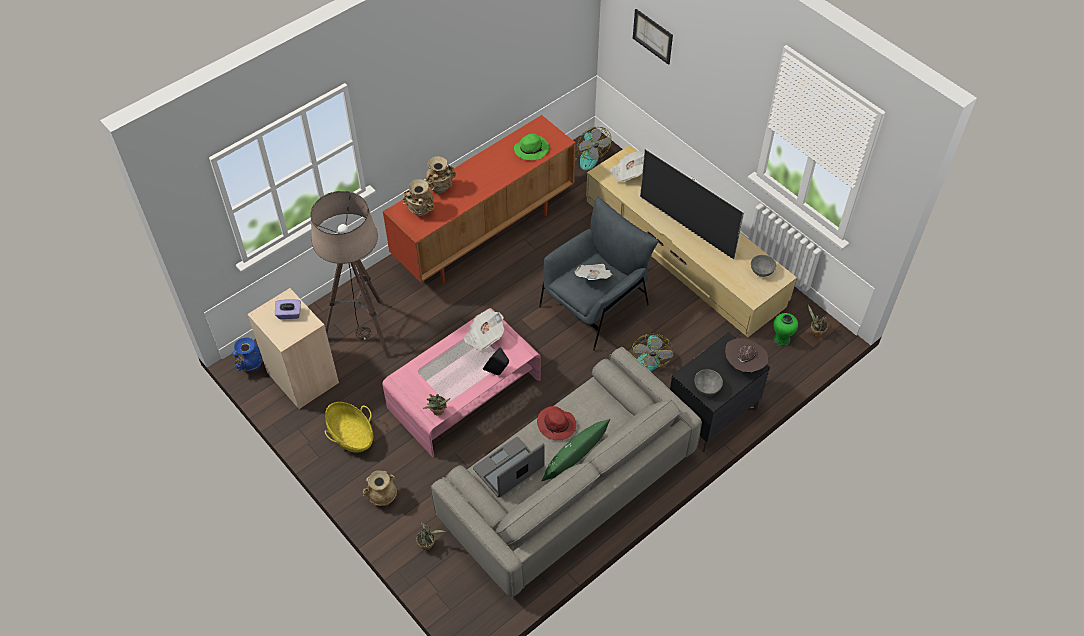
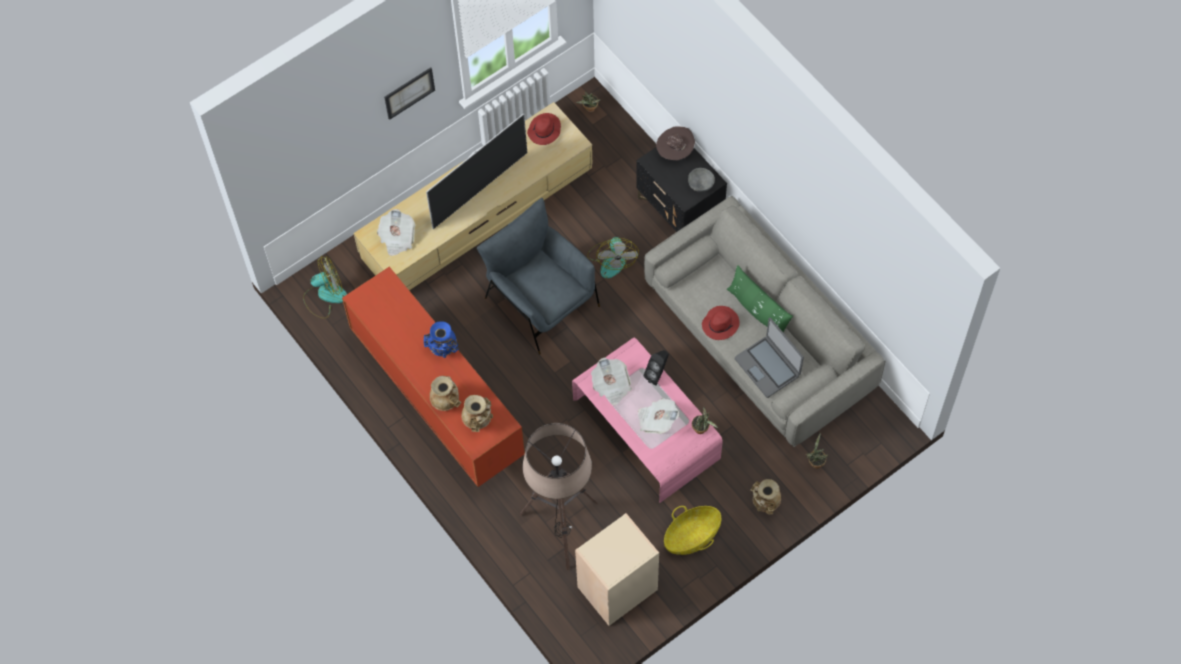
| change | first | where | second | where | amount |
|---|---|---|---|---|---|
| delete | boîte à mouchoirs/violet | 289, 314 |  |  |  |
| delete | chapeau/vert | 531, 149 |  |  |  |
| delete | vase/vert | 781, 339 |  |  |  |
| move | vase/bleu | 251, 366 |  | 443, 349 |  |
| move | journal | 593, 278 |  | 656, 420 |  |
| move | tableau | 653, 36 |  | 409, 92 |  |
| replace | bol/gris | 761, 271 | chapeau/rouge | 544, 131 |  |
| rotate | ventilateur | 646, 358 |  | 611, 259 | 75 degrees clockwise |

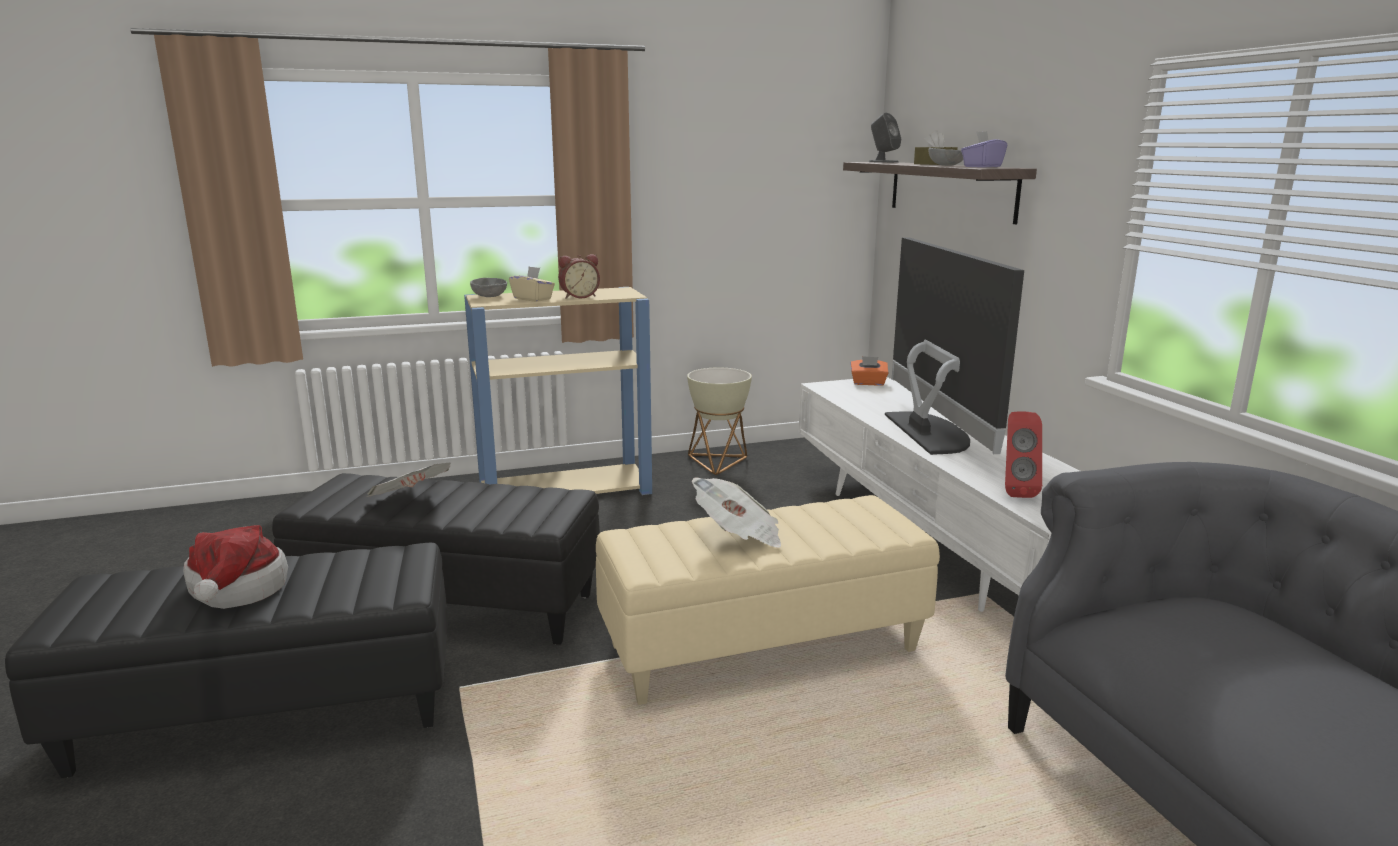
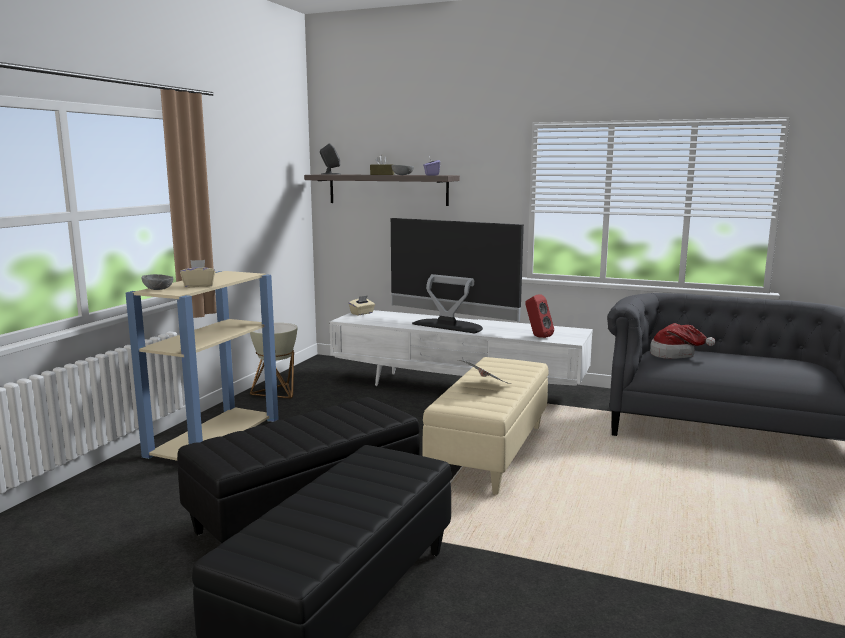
| change | first | where | second | where | amount |
|---|---|---|---|---|---|
| delete | journal | 411, 501 |  |  |  |
| delete | réveil | 579, 296 |  |  |  |
| move | chapeau | 235, 591 |  | 675, 354 |  |
| recolor | boîte à mouchoirs/orange | 868, 383 | boîte à mouchoirs/beige | 362, 313 |  |

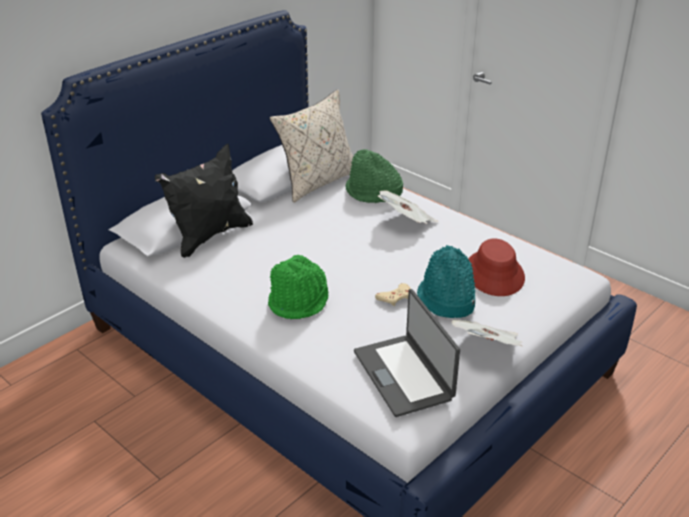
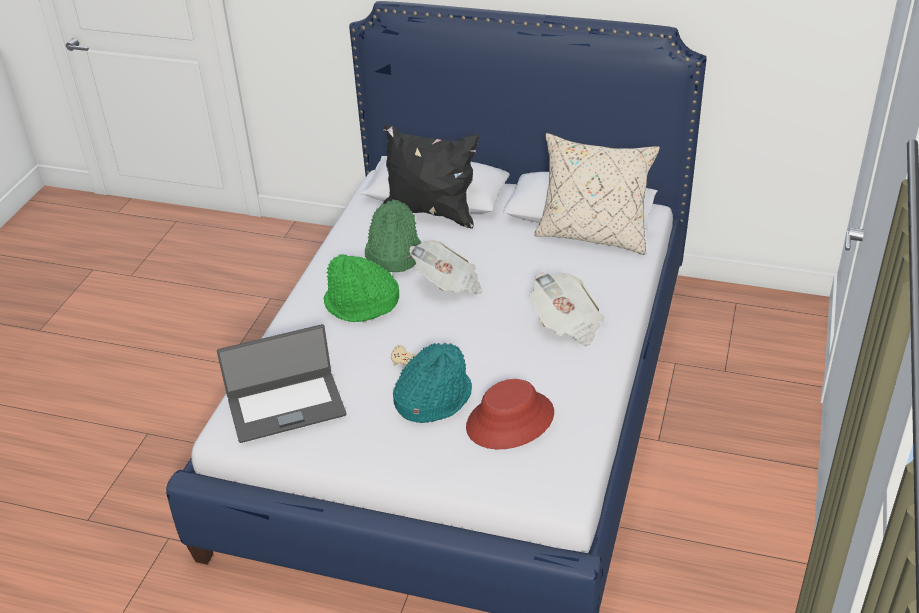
| change | first | where | second | where | amount |
|---|---|---|---|---|---|
| move | chapeau/vert | 373, 193 |  | 393, 254 |  |
| move | journal | 488, 347 |  | 448, 284 |  |
| rotate | ordinateur portable | 404, 375 |  | 286, 406 | 150 degrees counterclockwise |

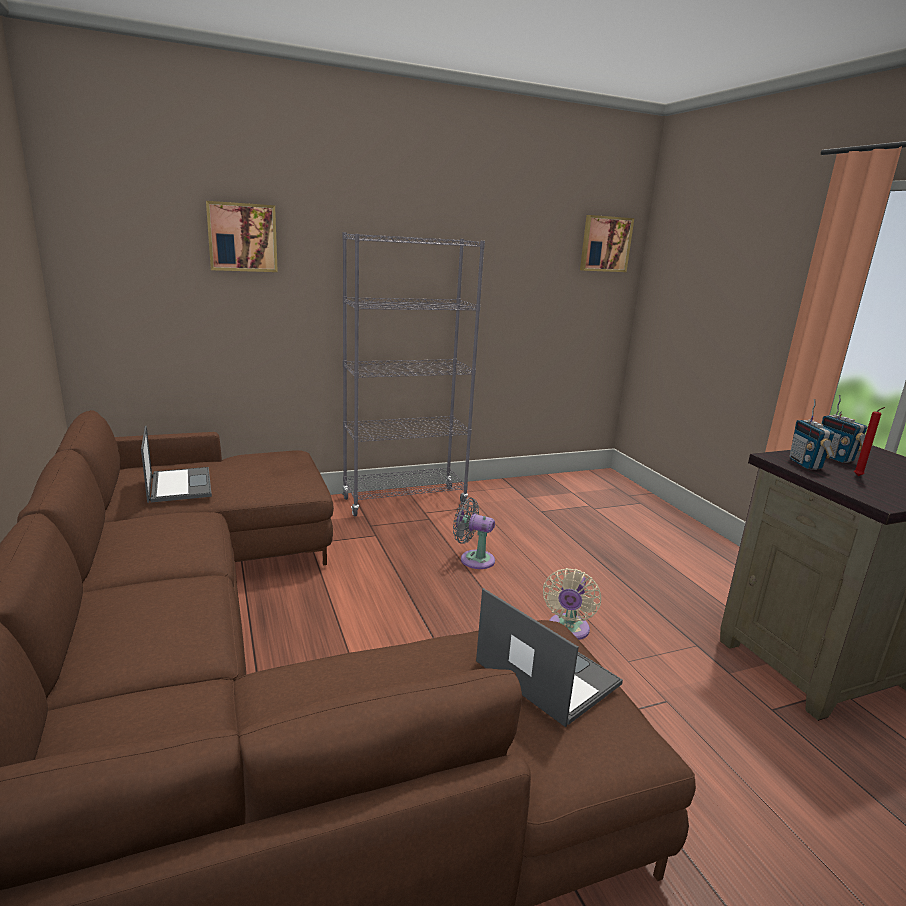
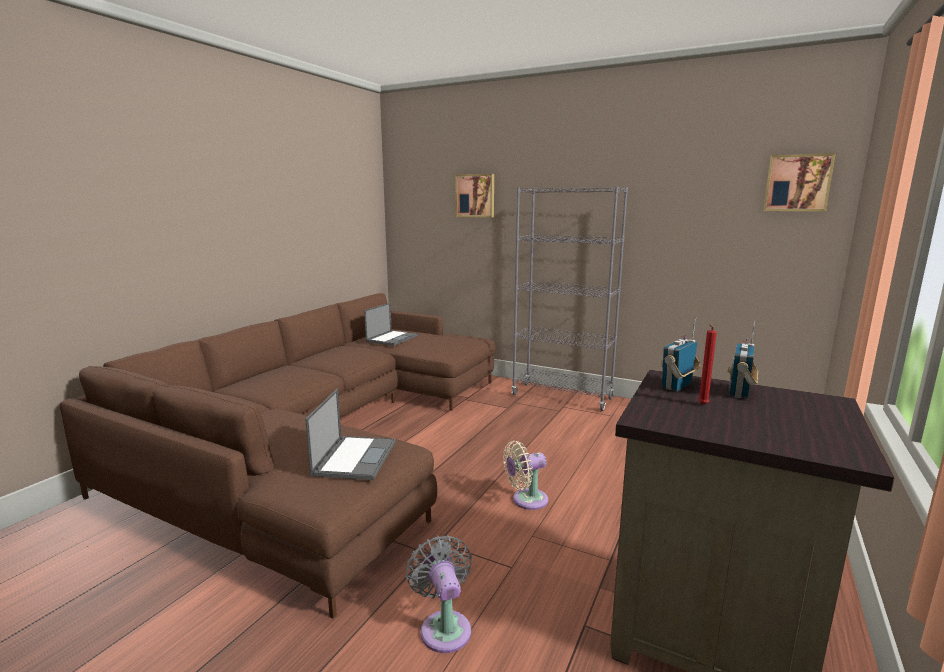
| change | first | where | second | where | amount |
|---|---|---|---|---|---|
| move | ventilateur/gris | 473, 559 |  | 444, 627 |  |

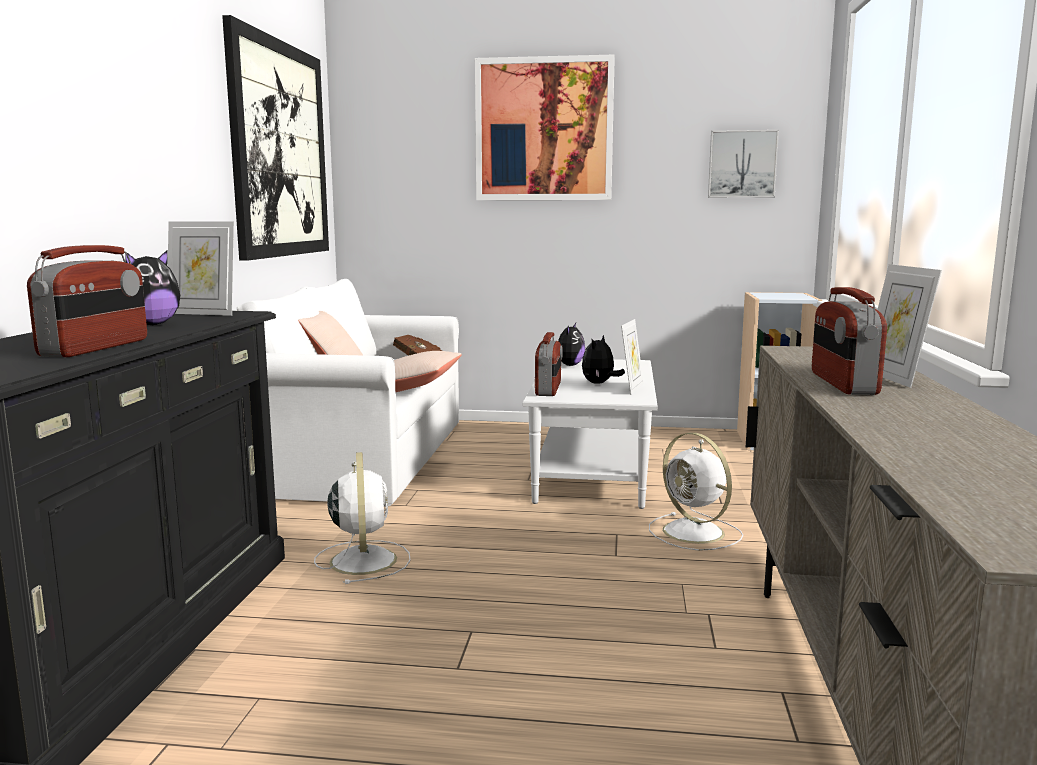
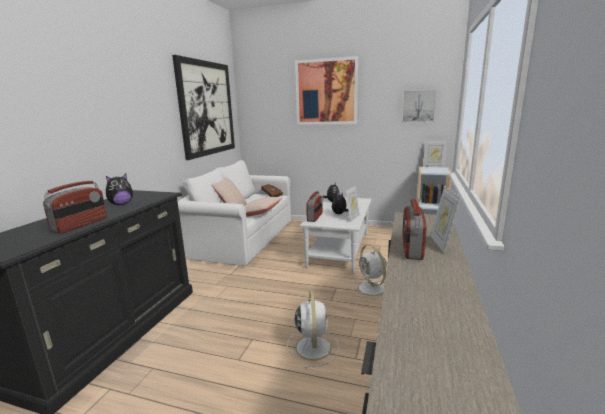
| change | first | where | second | where | amount |
|---|---|---|---|---|---|
| move | cadre photo | 203, 313 |  | 434, 166 |  |
| move | ventilateur/blanc | 363, 559 |  | 313, 346 |  |

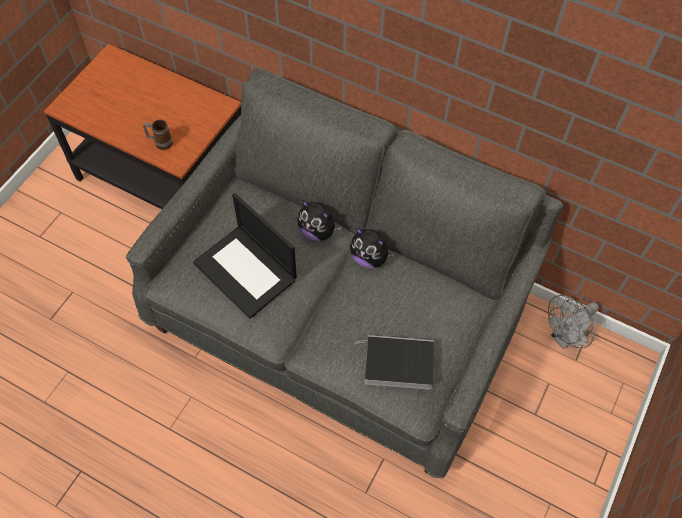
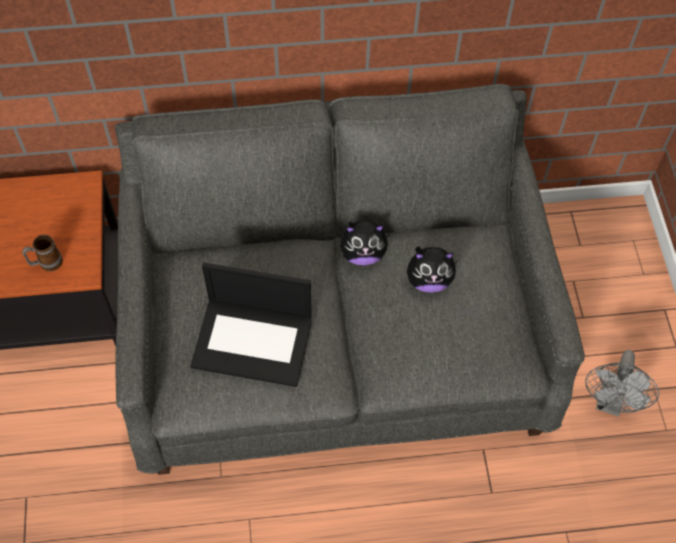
| change | first | where | second | where | amount |
|---|---|---|---|---|---|
| delete | livre | 396, 364 |  |  |  |
| move | peluche | 318, 231 |  | 428, 280 |  |
| move | ventilateur/gris | 564, 338 |  | 610, 402 |  |

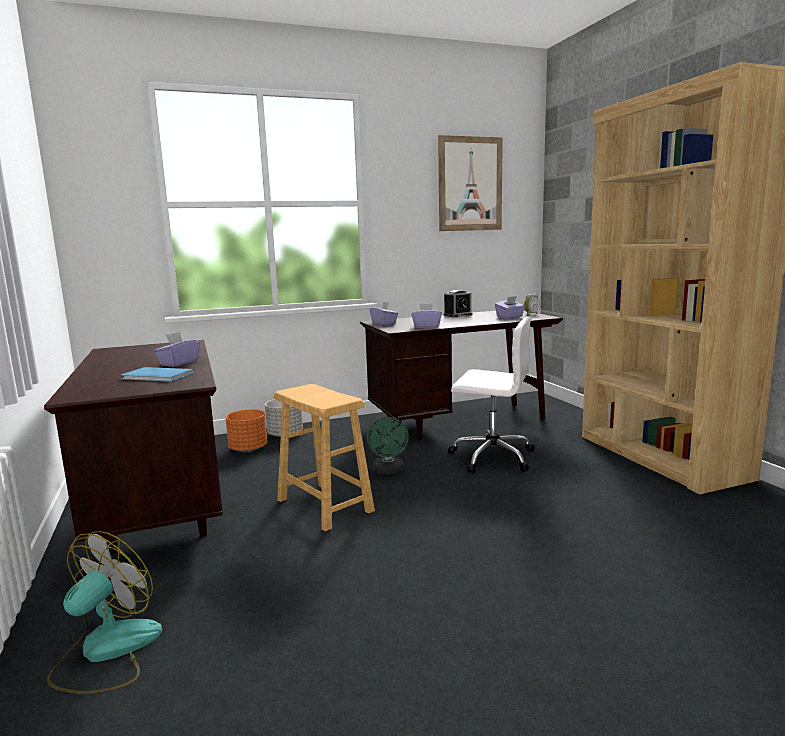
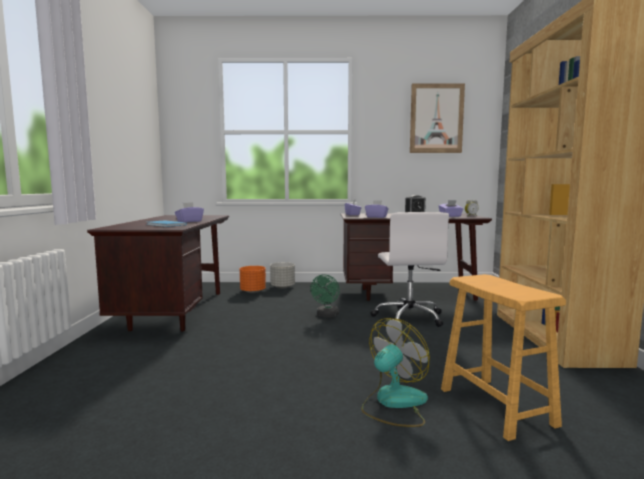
| change | first | where | second | where | amount |
|---|---|---|---|---|---|
| move | ventilateur | 106, 652 |  | 393, 403 |  |
| move | tabouret/marron | 325, 505 |  | 496, 406 |  |
| rotate | chaise de bureau/blanc | 491, 457 |  | 409, 317 | 45 degrees clockwise |

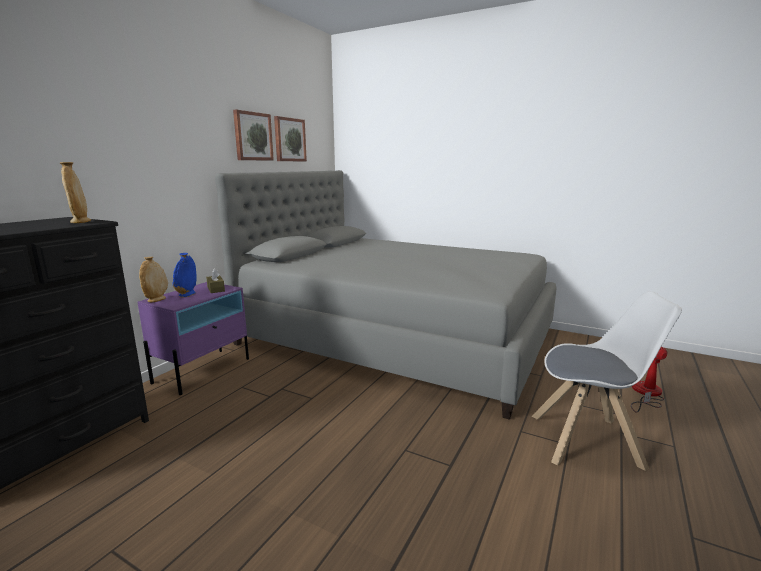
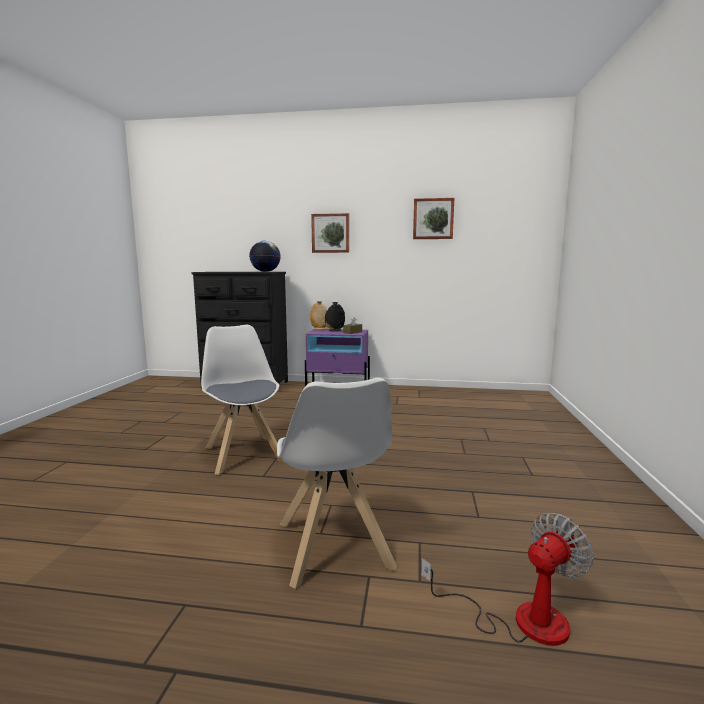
| change | first | where | second | where | amount |
|---|---|---|---|---|---|
| delete | lit/gris | 396, 337 |  |  |  |
| insert |  |  | chaise | 244, 453 |  |
| move | tableau | 289, 140 |  | 330, 233 |  |
| replace | vase/beige | 81, 222 | globe | 265, 271 |  |
| recolor | vase/bleu | 187, 295 | vase/noir | 334, 331 |  |

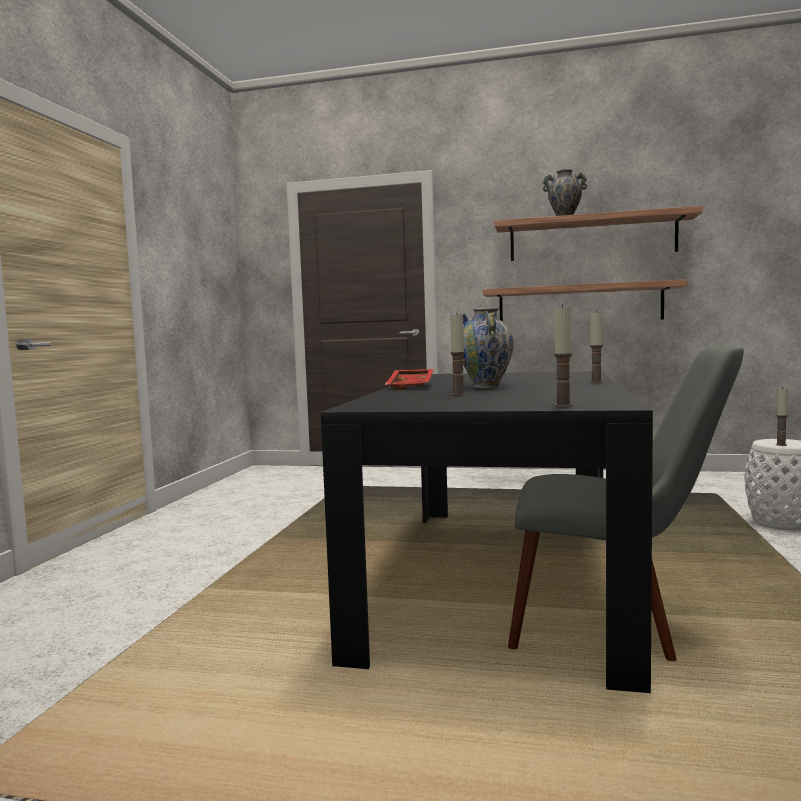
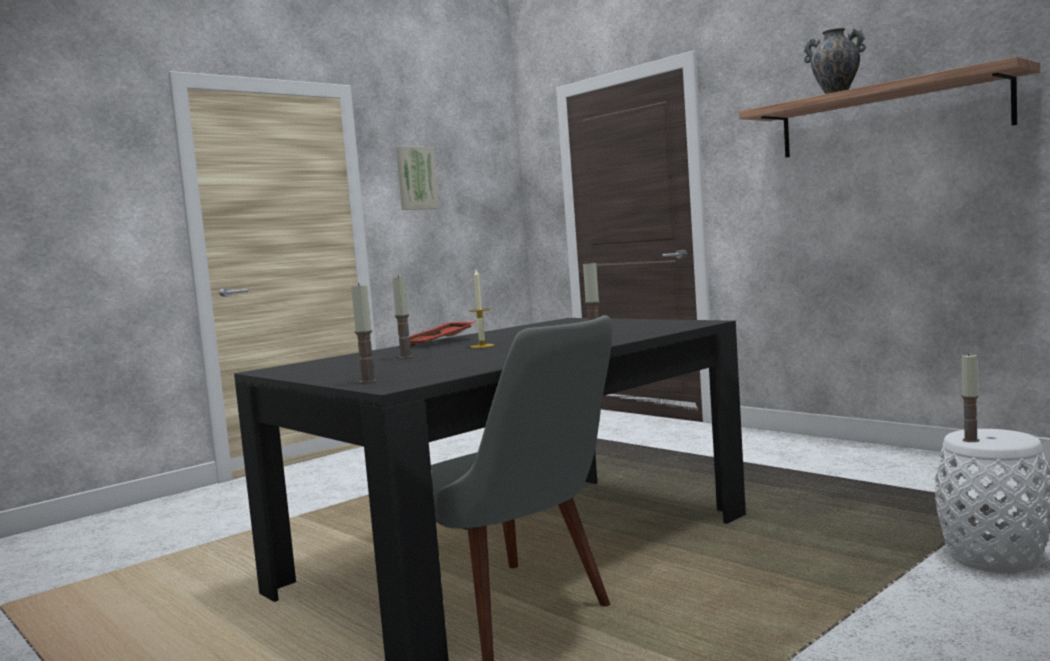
| change | first | where | second | where | amount |
|---|---|---|---|---|---|
| delete | étagère | 579, 304 |  |  |  |
| insert |  |  | tableau | 416, 178 |  |
| replace | vase | 486, 386 | bougie | 482, 346 |  |

